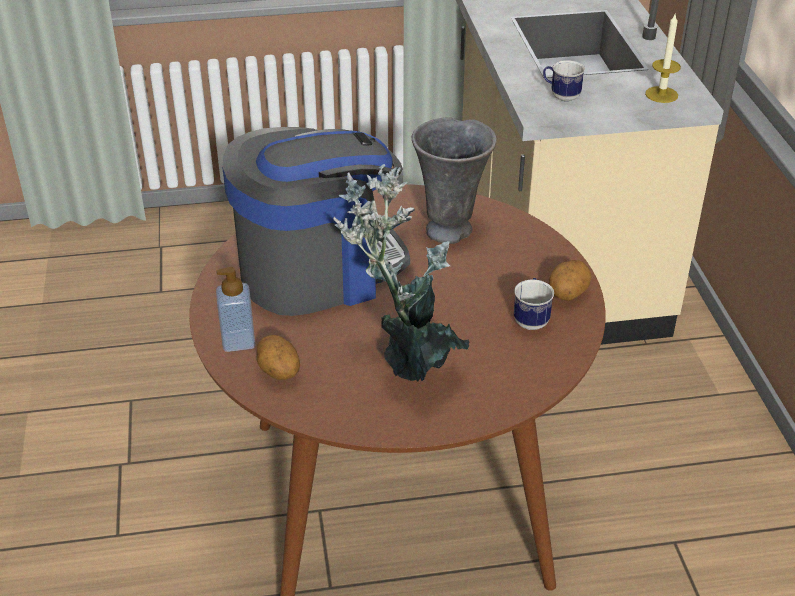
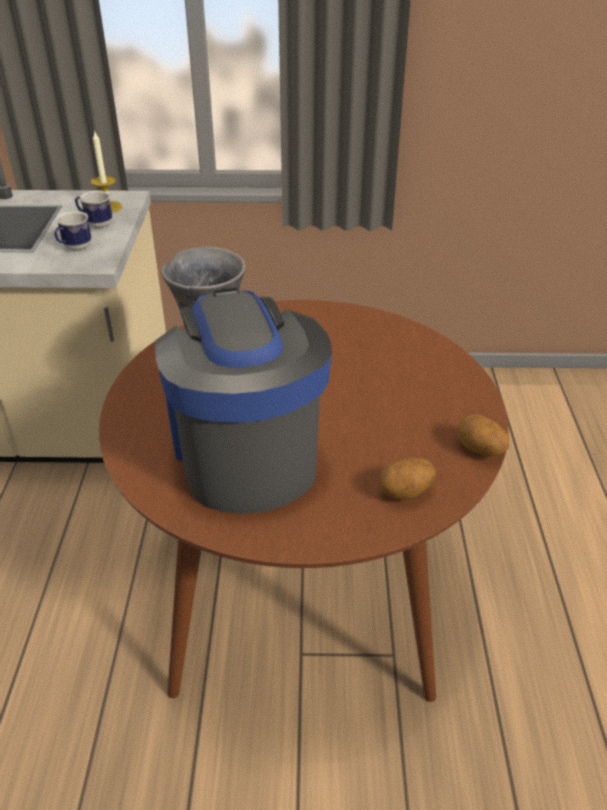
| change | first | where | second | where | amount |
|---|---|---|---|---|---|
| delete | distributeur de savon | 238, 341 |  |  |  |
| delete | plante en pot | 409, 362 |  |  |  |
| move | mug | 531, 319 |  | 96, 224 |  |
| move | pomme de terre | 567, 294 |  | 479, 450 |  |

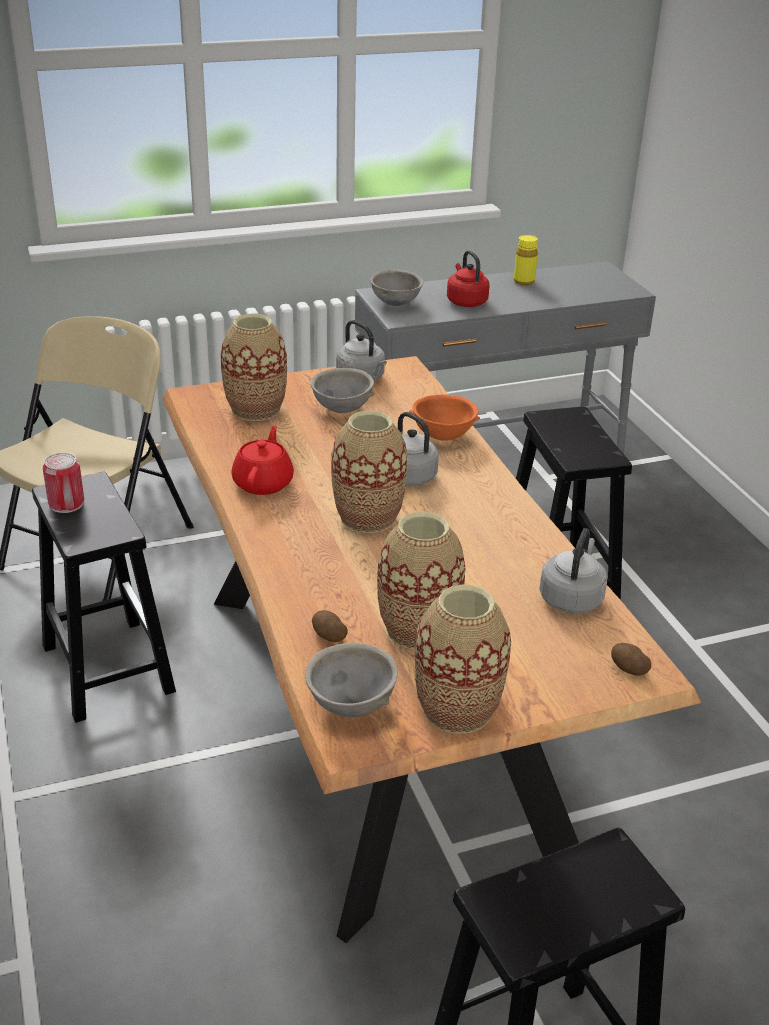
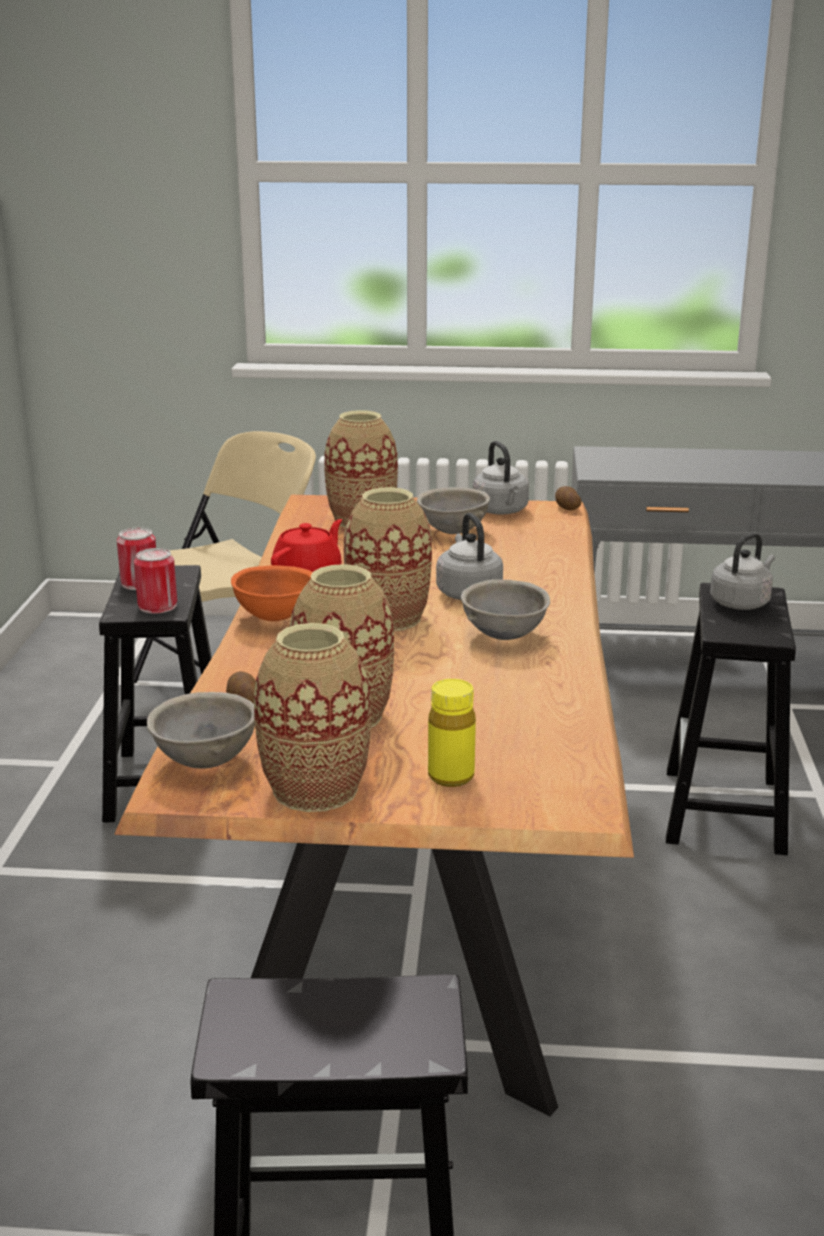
| change | first | where | second | where | amount |
|---|---|---|---|---|---|
| delete | bouilloire/rouge | 466, 301 |  |  |  |
| insert |  |  | boîte métallique | 157, 606 |  |
| move | bol/gris | 396, 304 |  | 505, 636 |  |
| move | bol/orange | 442, 436 |  | 275, 617 |  |
| move | bouteille/jaune | 524, 281 |  | 451, 776 |  |
| move | bouilloire/gris | 571, 598 |  | 741, 602 |  |
| move | pomme de terre | 628, 669 |  | 566, 508 |  |

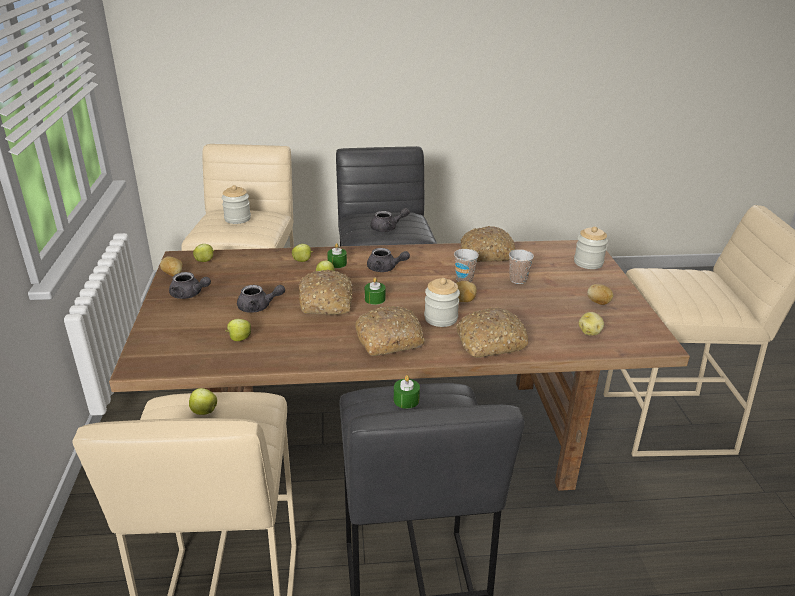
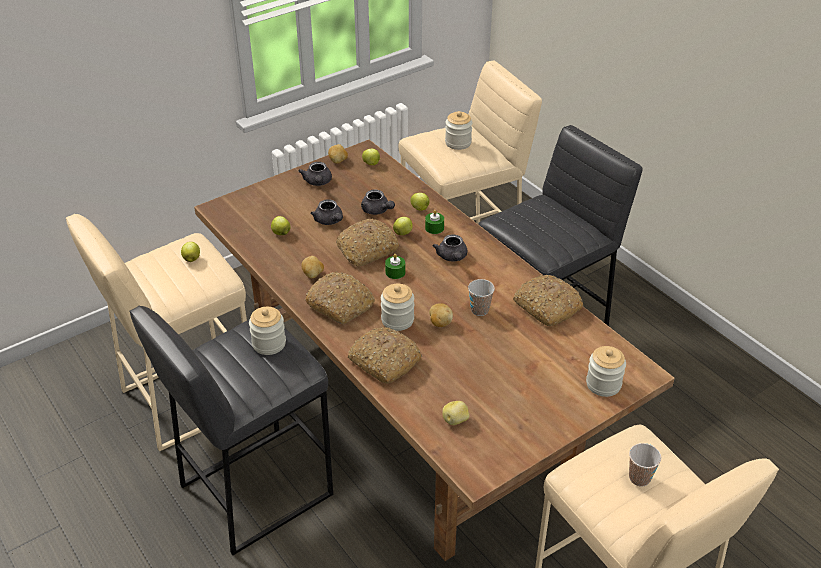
| change | first | where | second | where | amount |
|---|---|---|---|---|---|
| move | théière/gris | 387, 228 |  | 377, 211 |  |
| move | tasse | 518, 280 |  | 639, 478 |  |
| move | pomme de terre | 598, 303 |  | 313, 275 |  |
| replace | bougie/vert | 406, 400 | bocal | 269, 344 |  |

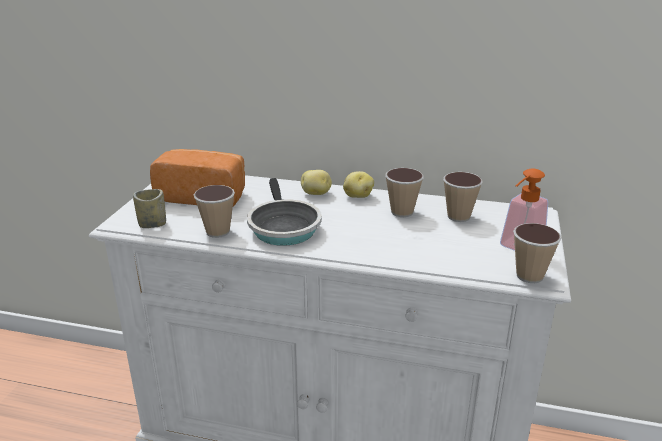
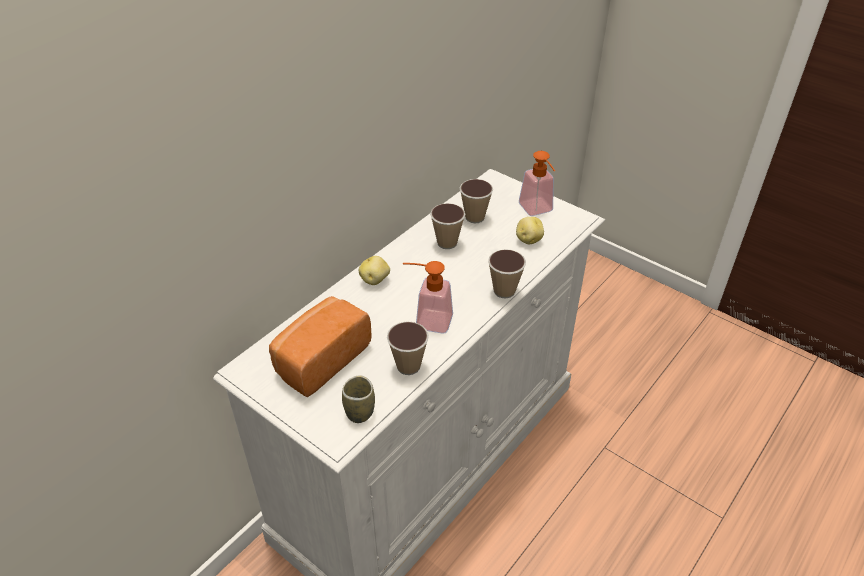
| change | first | where | second | where | amount |
|---|---|---|---|---|---|
| move | pomme de terre | 357, 196 |  | 528, 240 |  |
| move | tasse | 529, 276 |  | 504, 291 |  |
| replace | poêle | 283, 227 | distributeur de savon | 427, 320 |  |

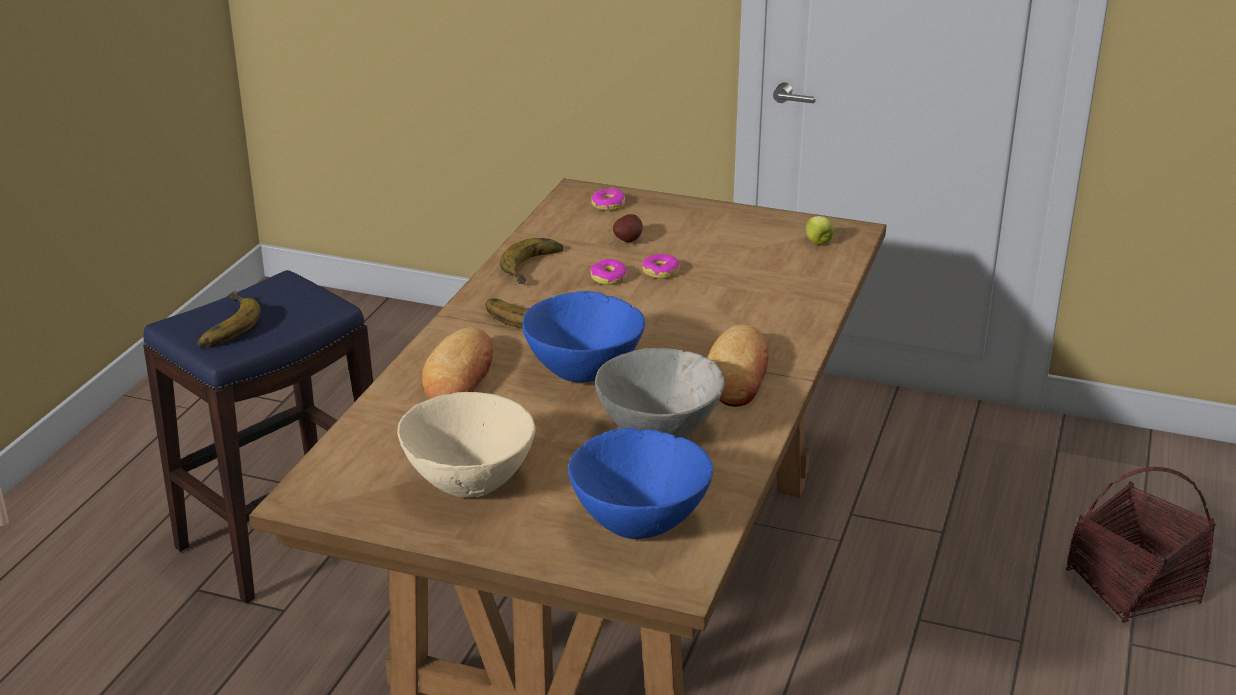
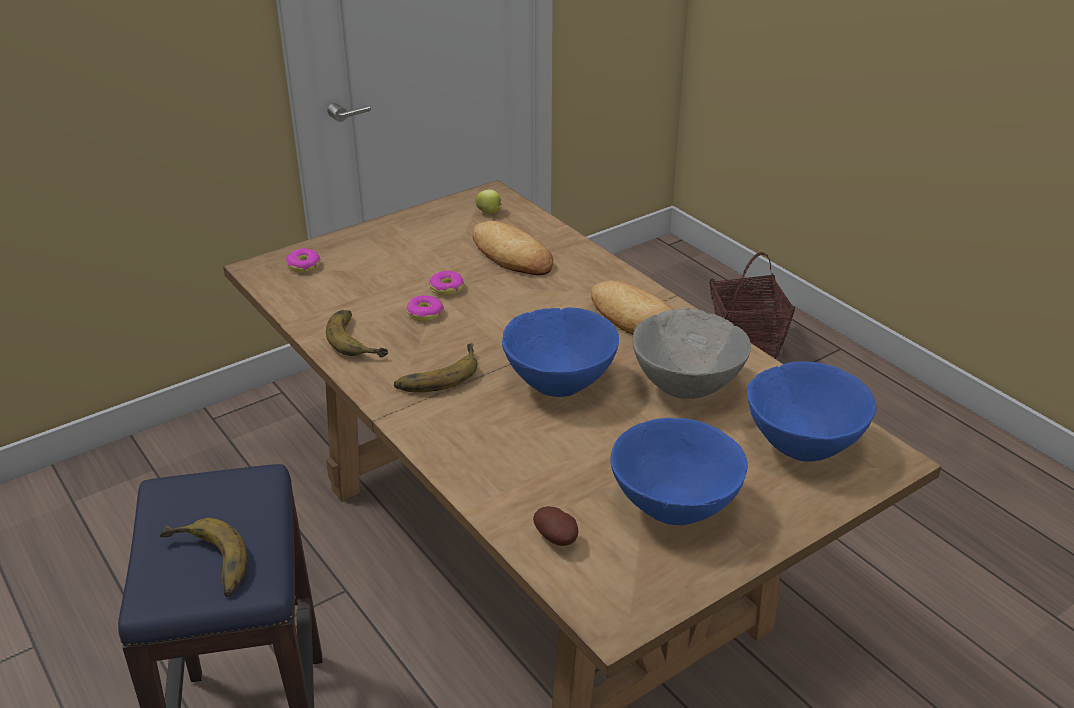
| change | first | where | second | where | amount |
|---|---|---|---|---|---|
| move | pain | 459, 376 |  | 511, 255 |  |
| move | pomme de terre | 629, 240 |  | 557, 539 |  |
| recolor | bol/beige | 469, 484 | bol/bleu | 674, 508 |  |

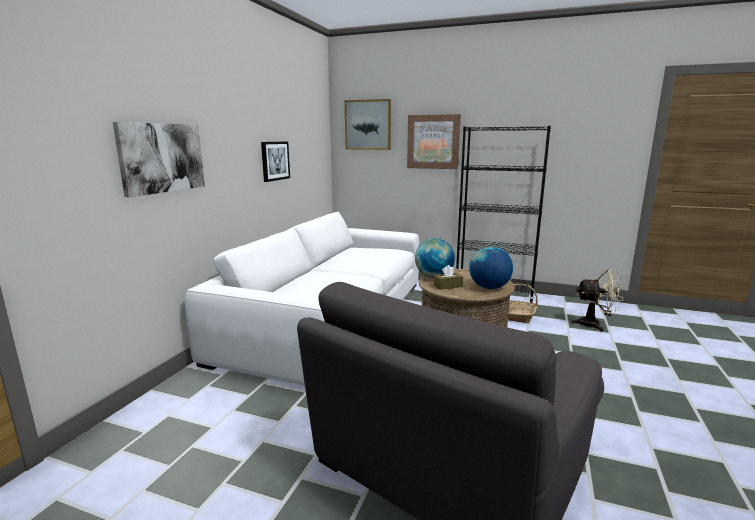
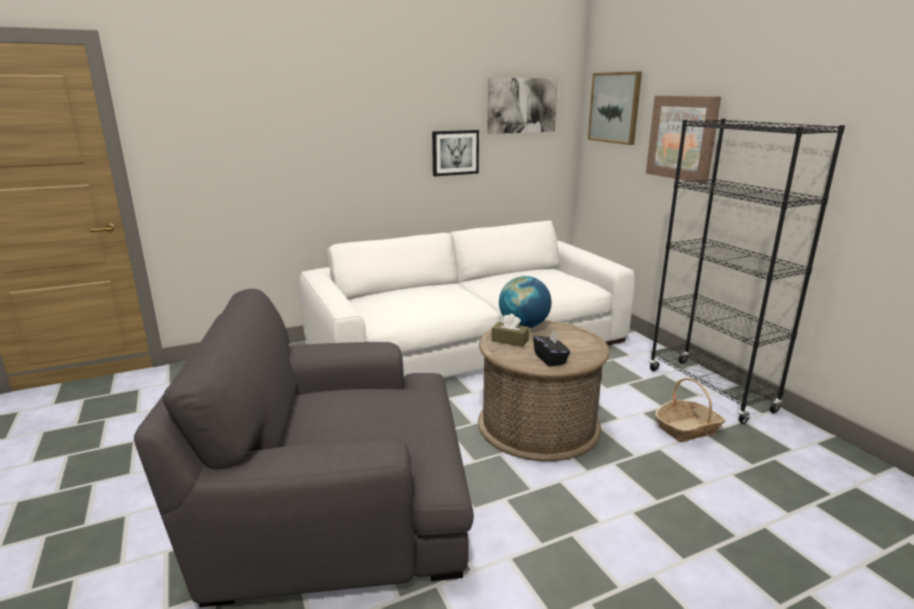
| change | first | where | second | where | amount |
|---|---|---|---|---|---|
| delete | ventilateur/beige | 595, 325 |  |  |  |
| move | tableau | 162, 158 |  | 521, 105 |  |
| replace | globe | 489, 288 | boîte à mouchoirs/noir | 550, 359 |  |

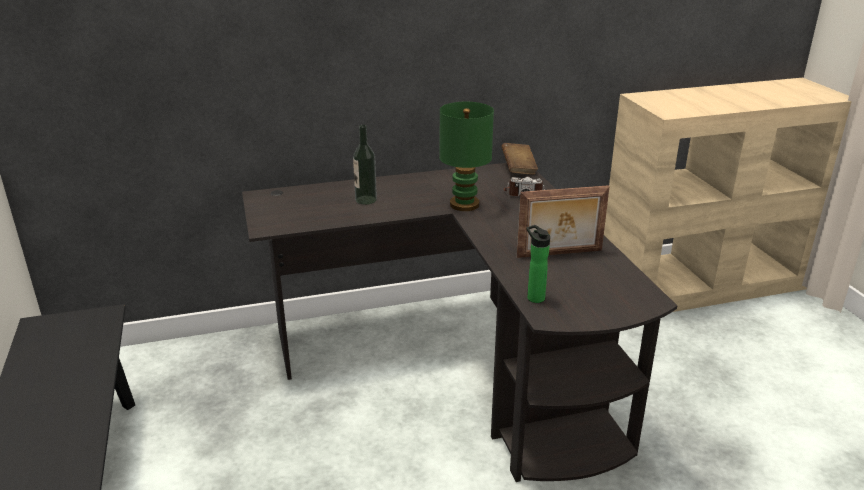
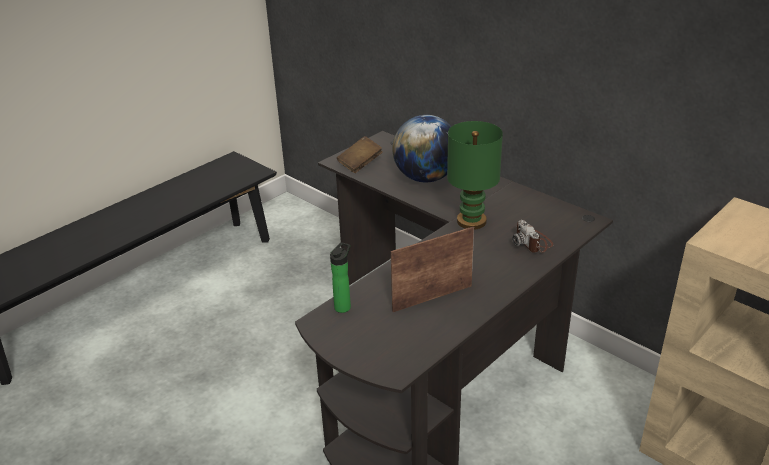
| change | first | where | second | where | amount |
|---|---|---|---|---|---|
| move | livre/marron | 518, 168 |  | 360, 163 |  |
| replace | bouteille | 366, 200 | globe | 426, 178 |  |
| rotate | cadre photo | 560, 254 |  | 431, 297 | 105 degrees clockwise |

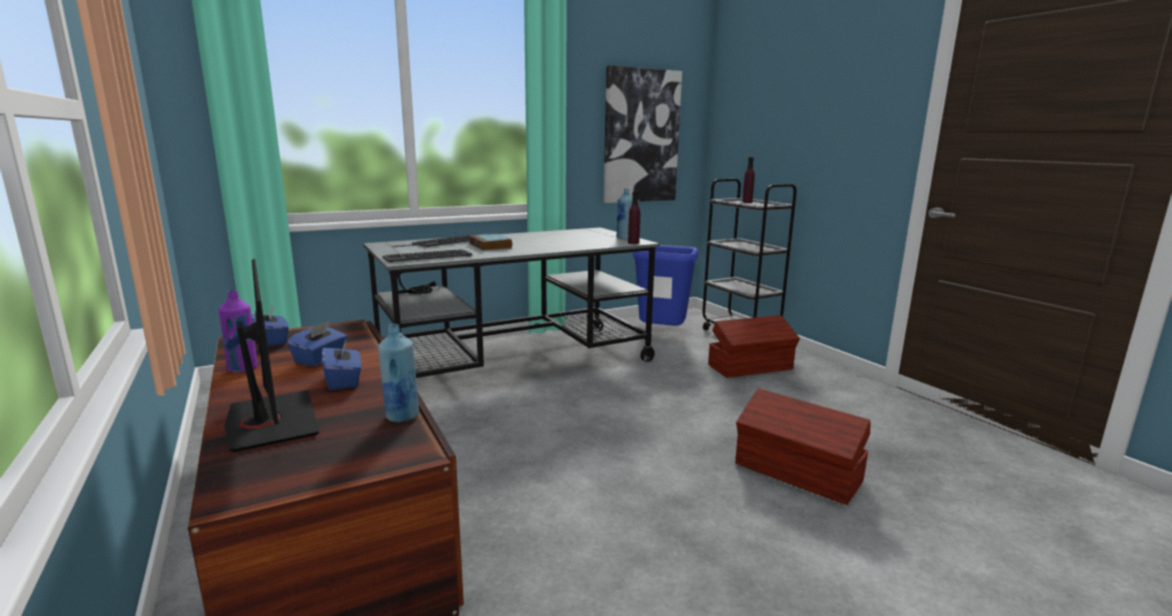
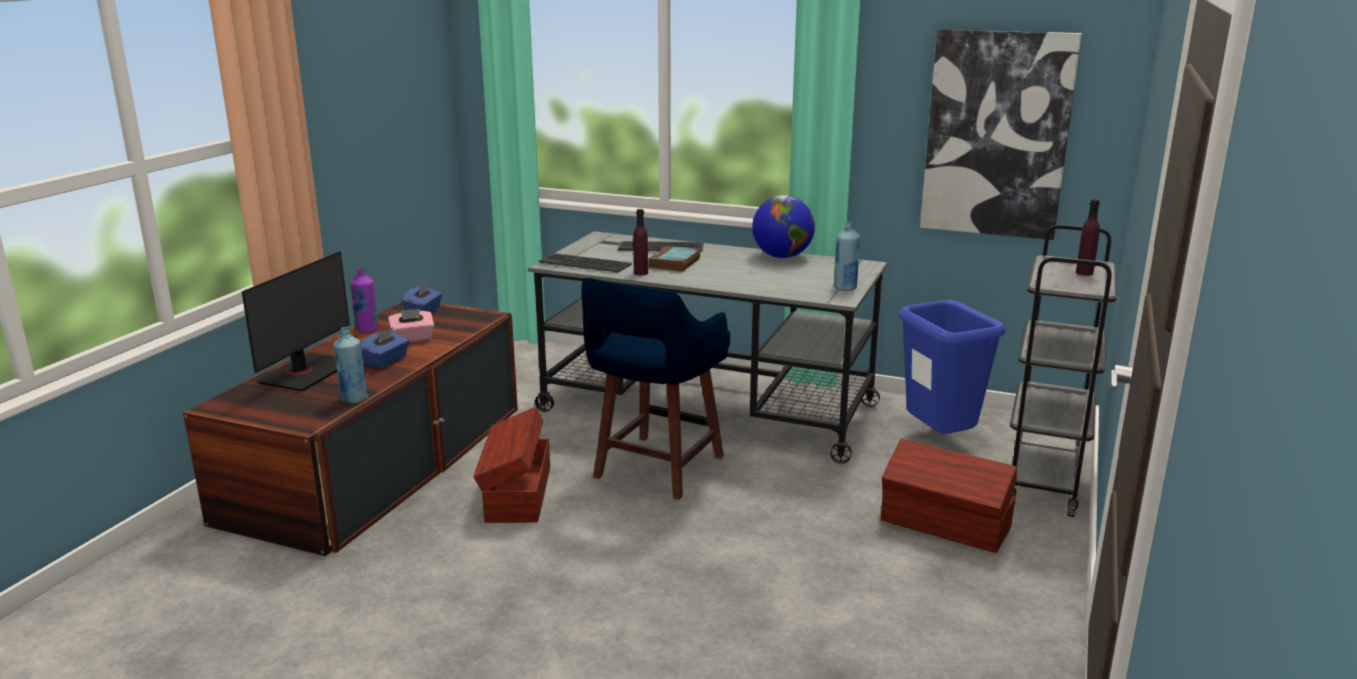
| change | first | where | second | where | amount |
|---|---|---|---|---|---|
| insert |  |  | tabouret/bleu | 656, 470 |  |
| insert |  |  | globe | 782, 256 |  |
| move | bouteille/violet | 633, 243 |  | 640, 273 |  |
| move | boîte de rangement/marron | 797, 473 |  | 516, 494 |  |
| recolor | boîte à mouchoirs/bleu | 320, 359 | boîte à mouchoirs/rose | 413, 339 |  |

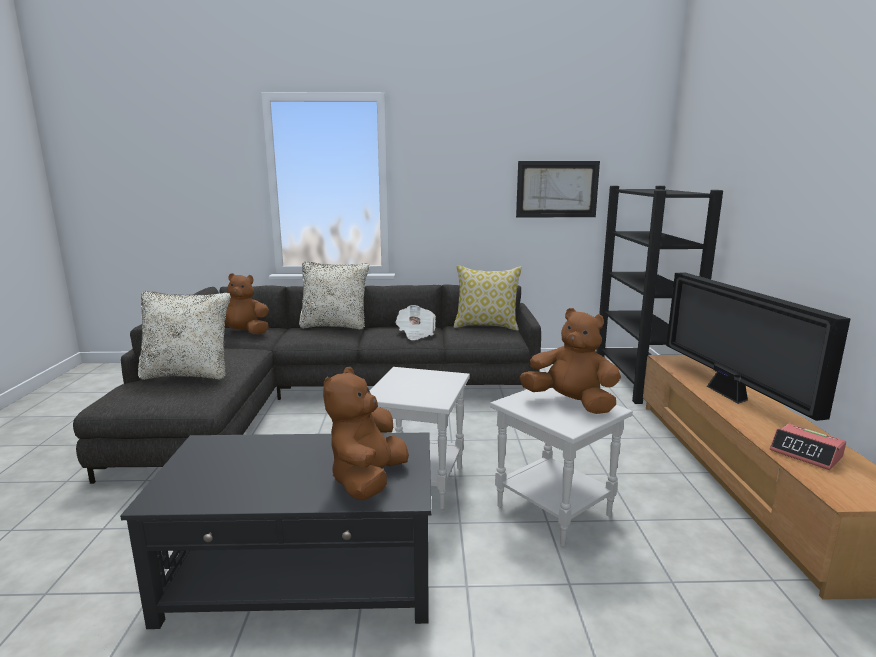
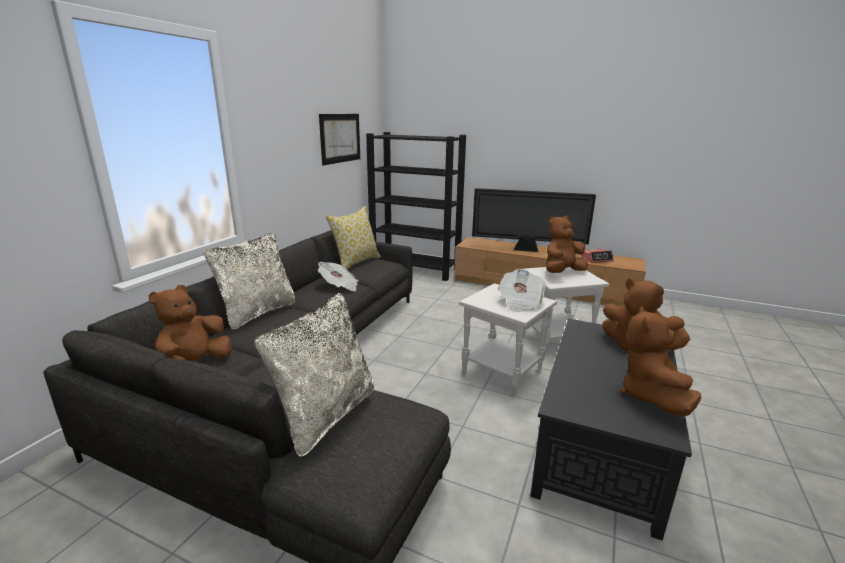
| change | first | where | second | where | amount |
|---|---|---|---|---|---|
| insert |  |  | journal | 520, 303 |  |
| insert |  |  | peluche/marron | 650, 396 |  |

